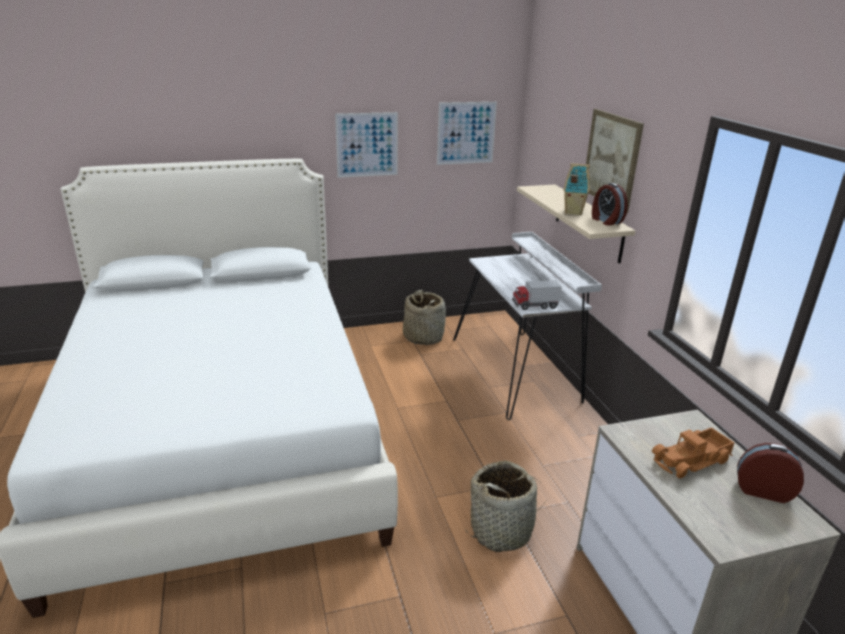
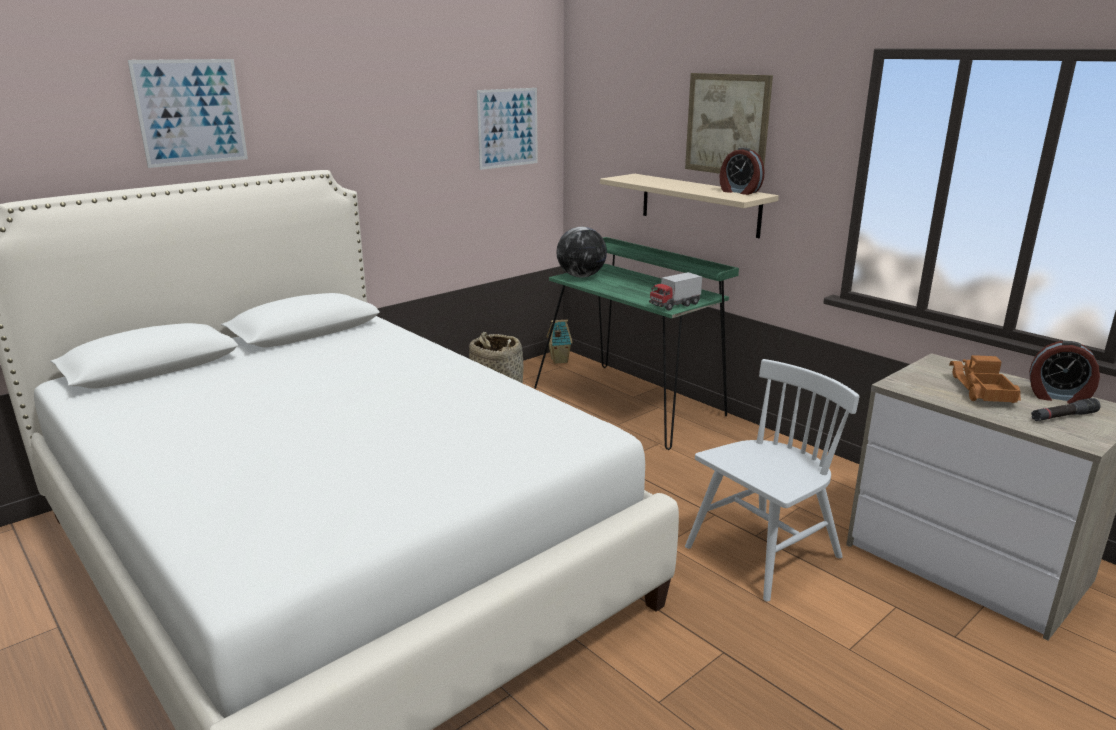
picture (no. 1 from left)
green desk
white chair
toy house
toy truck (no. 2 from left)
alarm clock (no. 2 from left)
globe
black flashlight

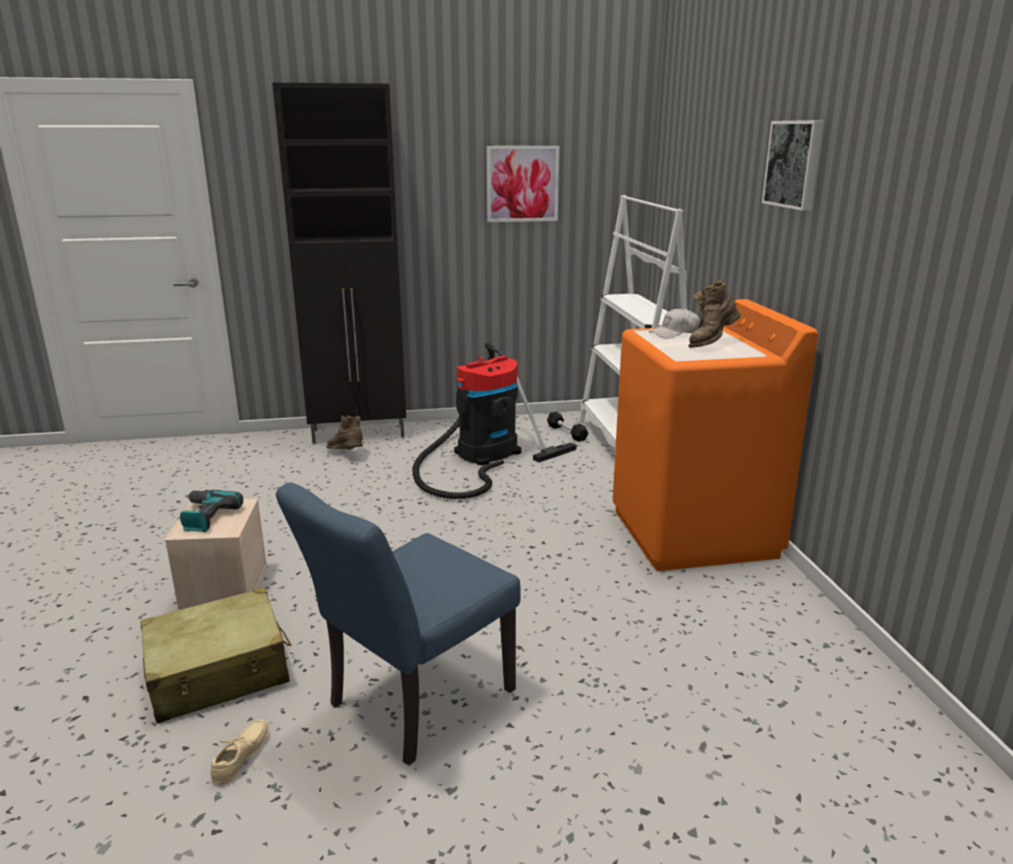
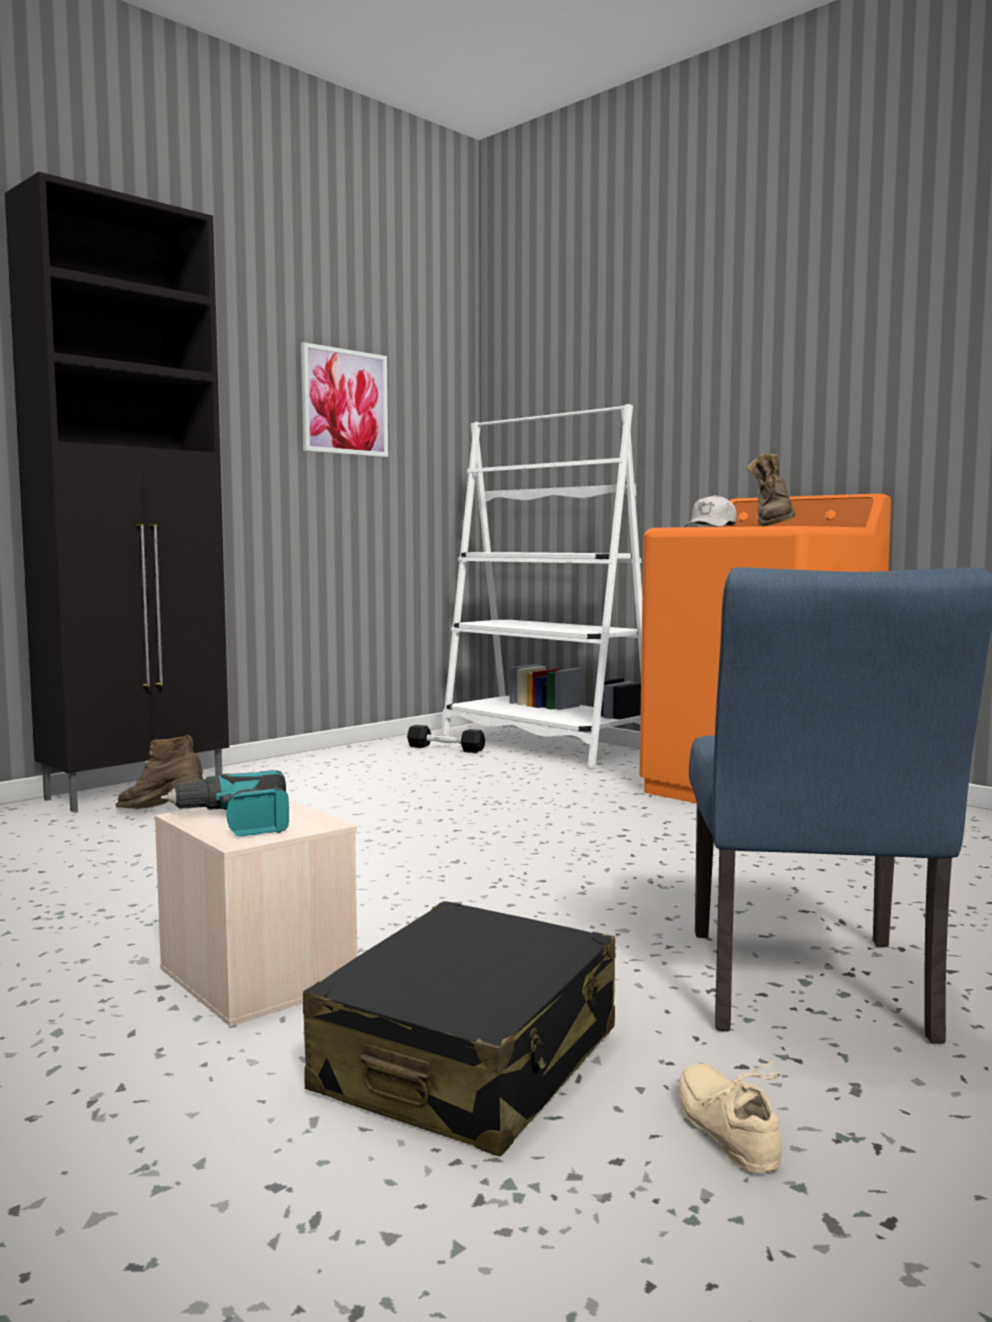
black suitcase
vacuum cleaner
picture (no. 2 from left in the first image)

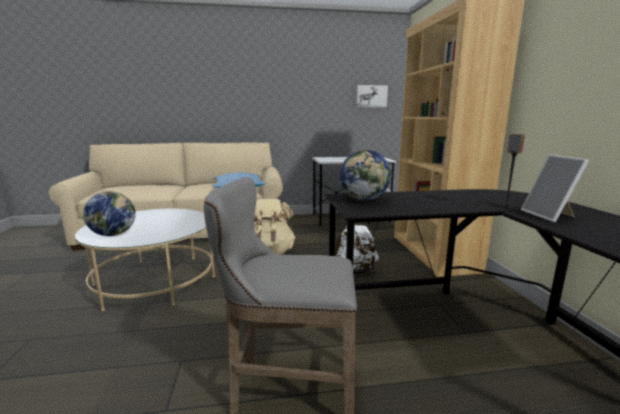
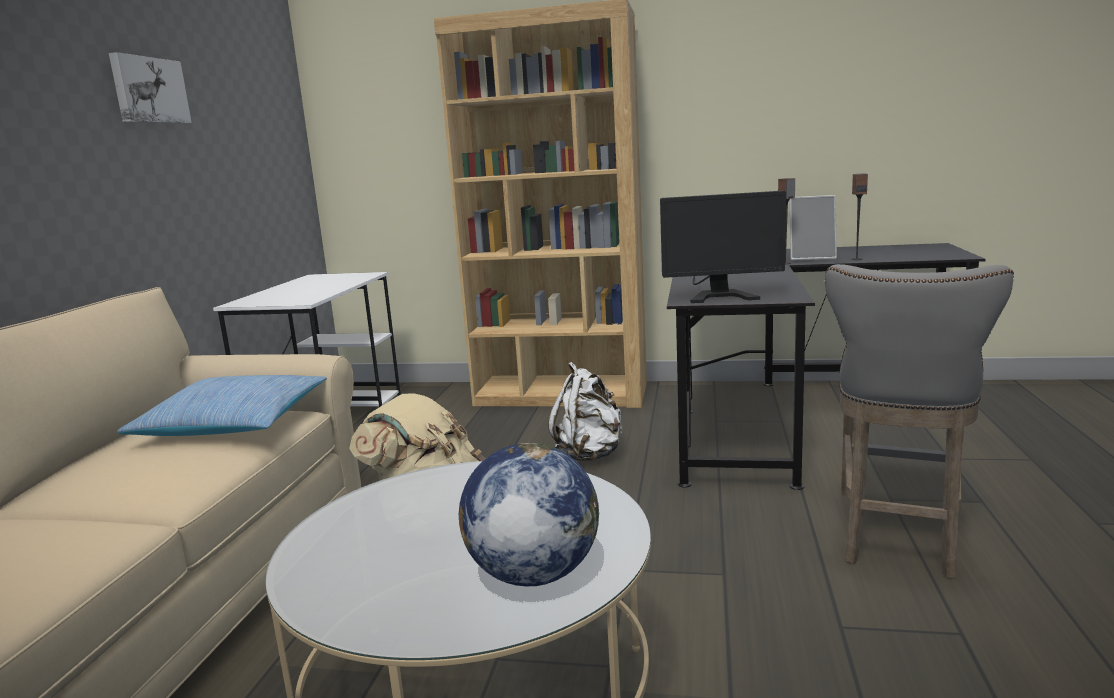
monitor
picture
speaker (no. 2 from left)

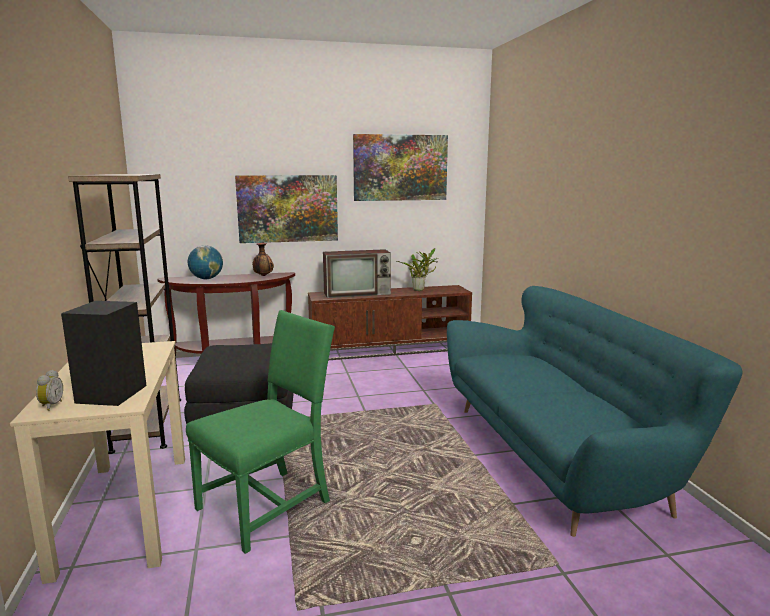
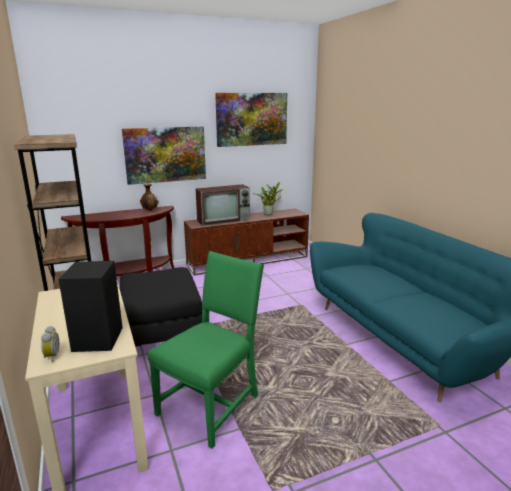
globe

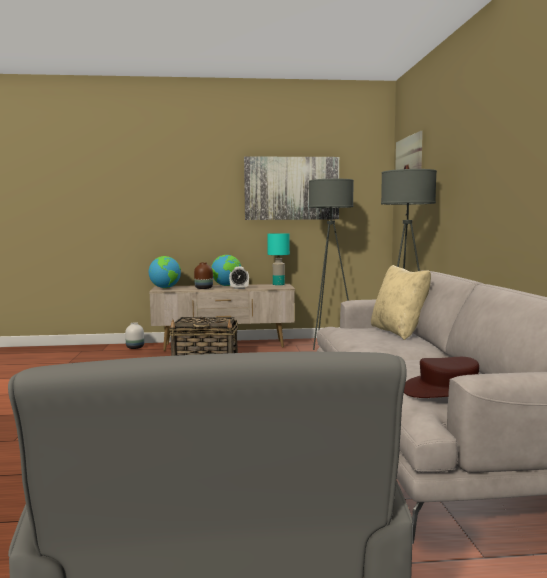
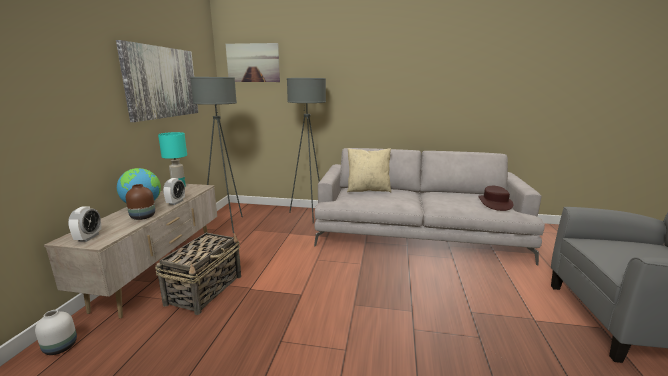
alarm clock (no. 1 from left)

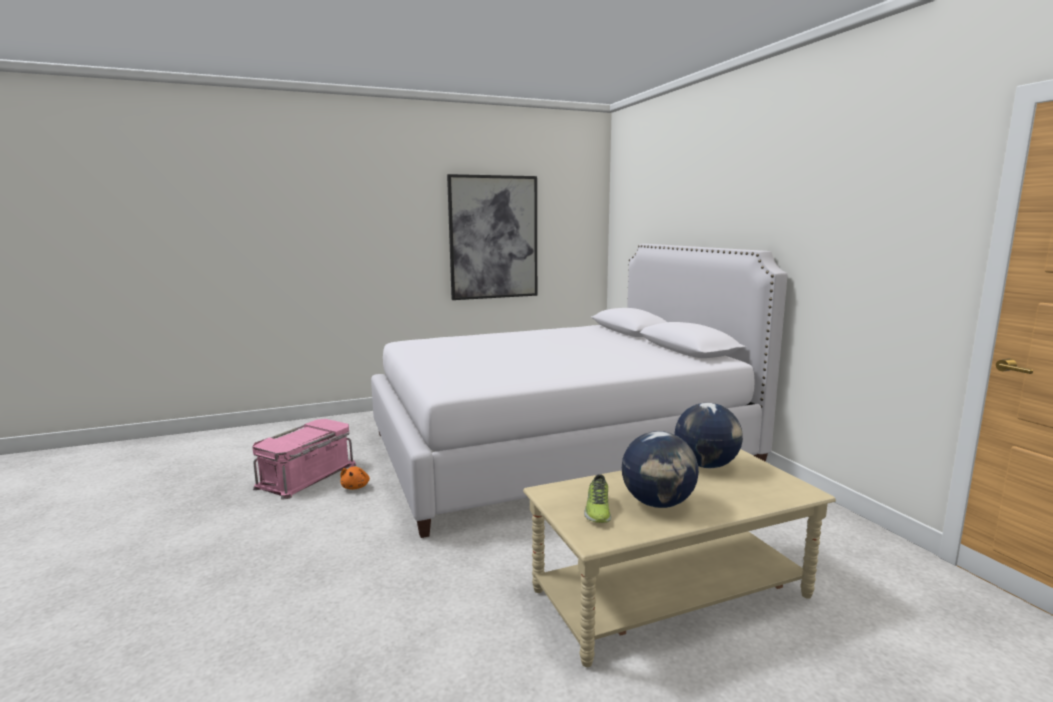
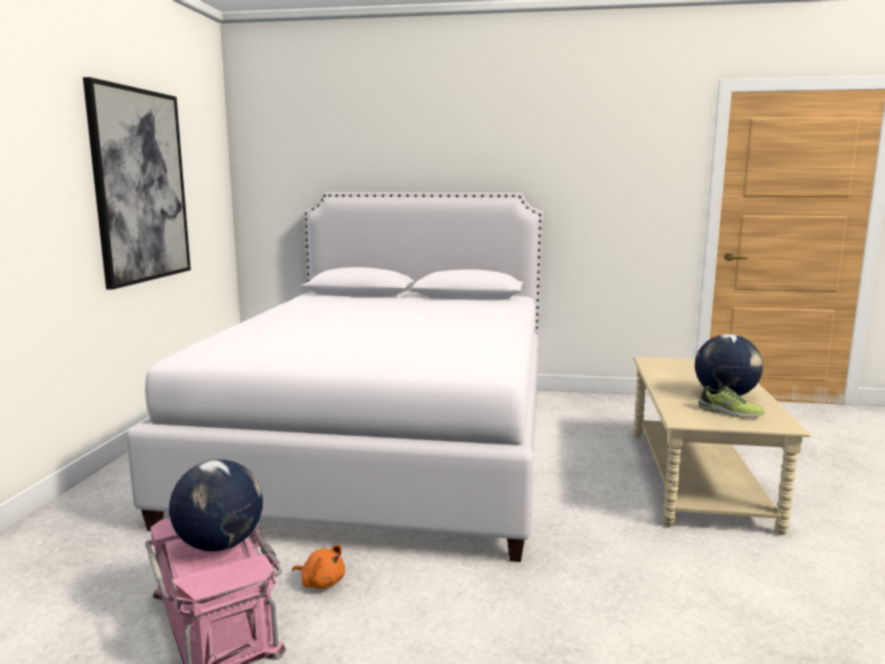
globe (no. 1 from left)

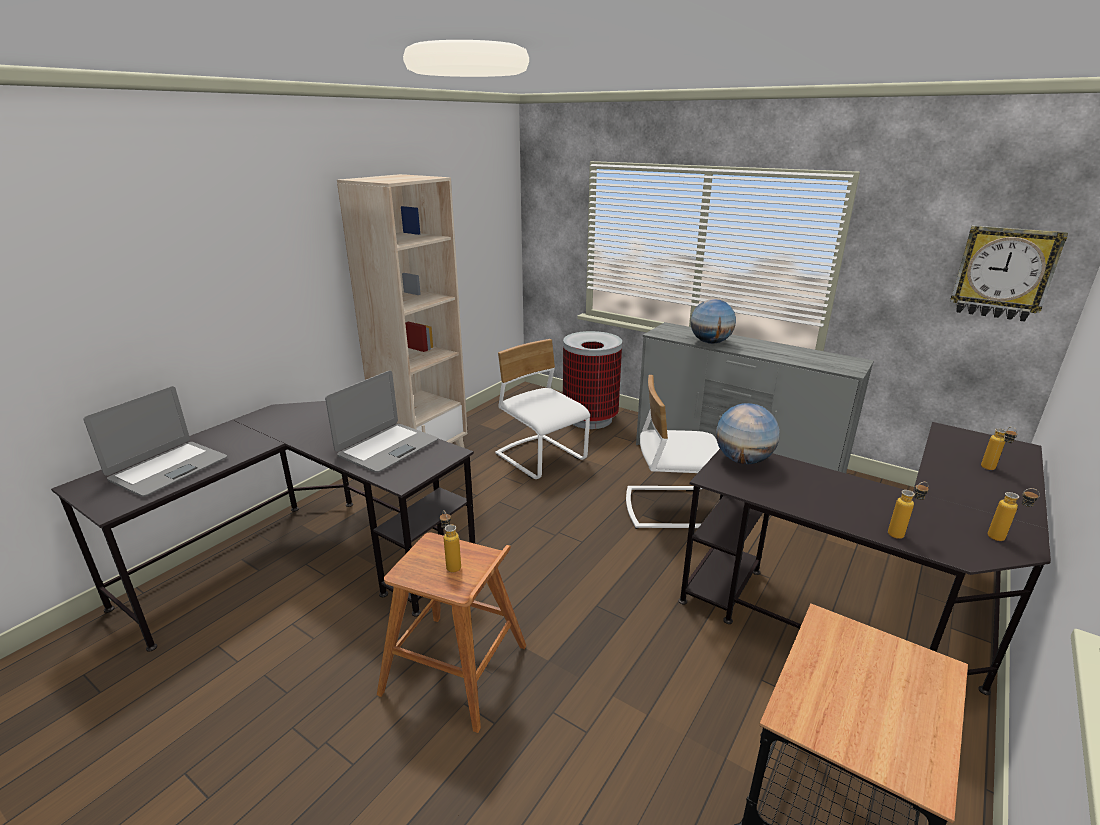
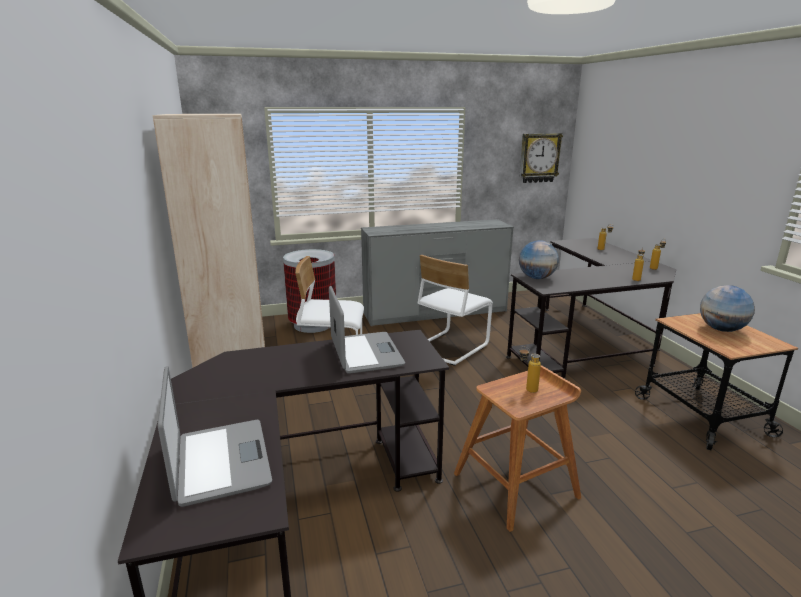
globe (no. 2 from left)

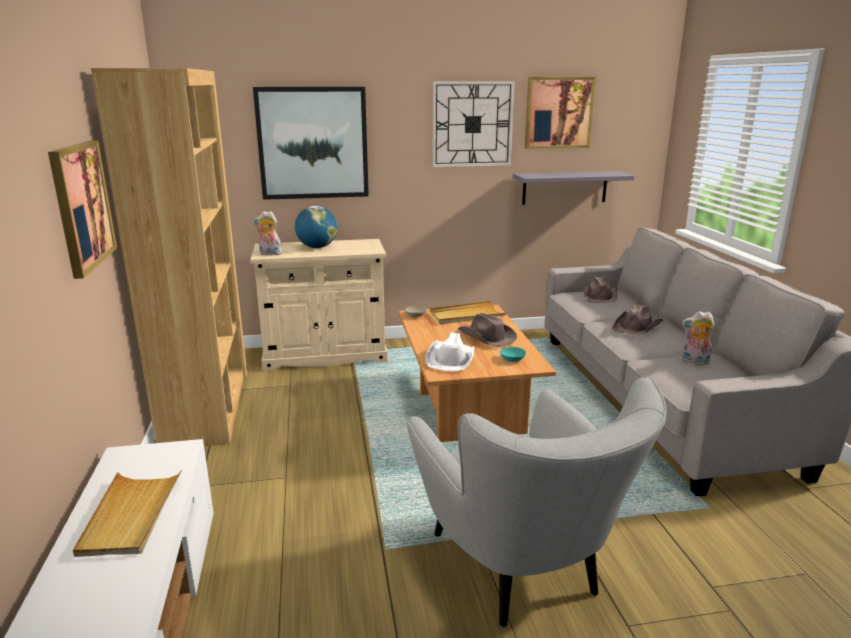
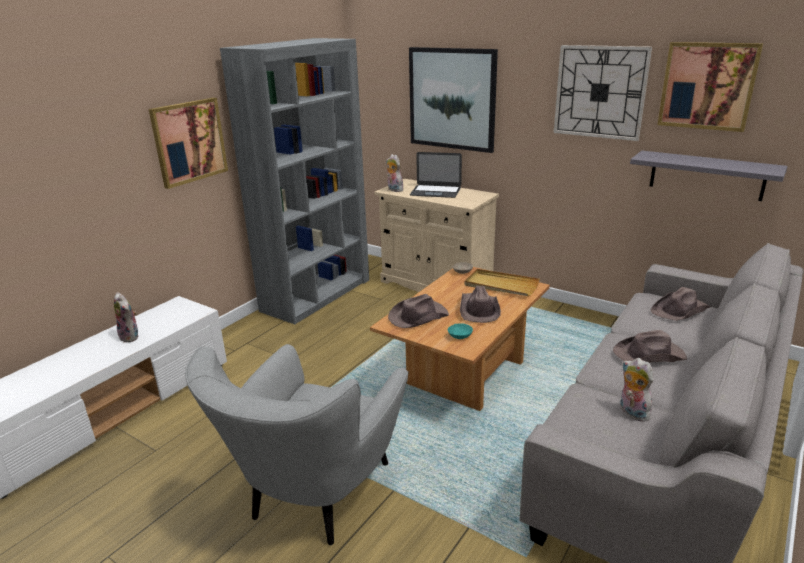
plush toy (no. 1 from left)
grey bookcase
laptop
brown hat (no. 1 from left)

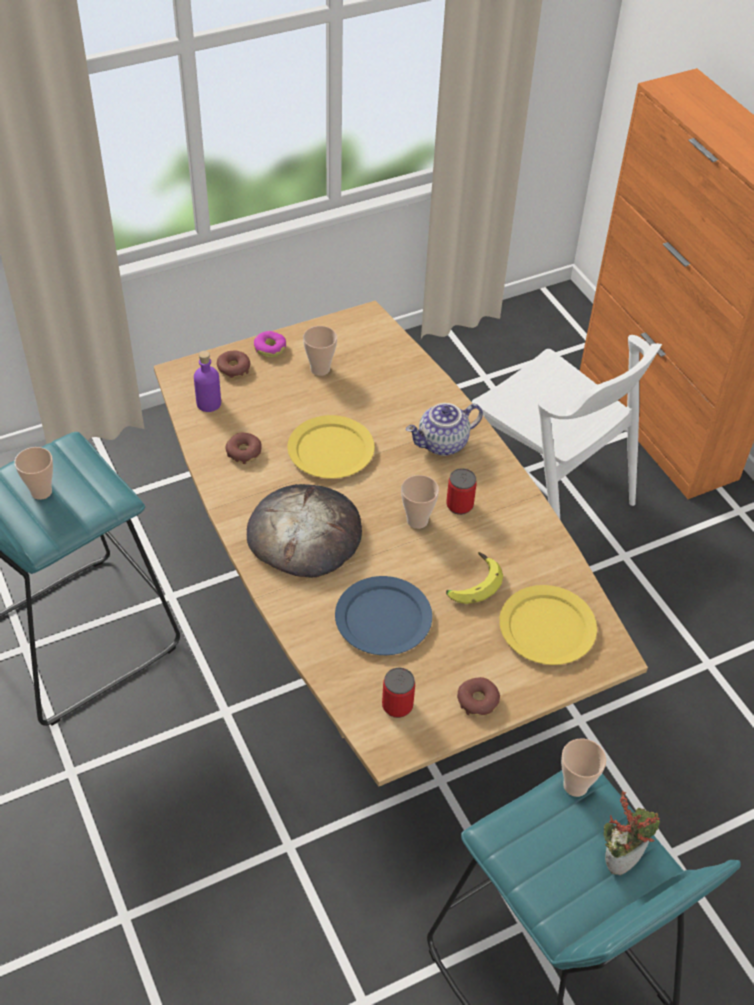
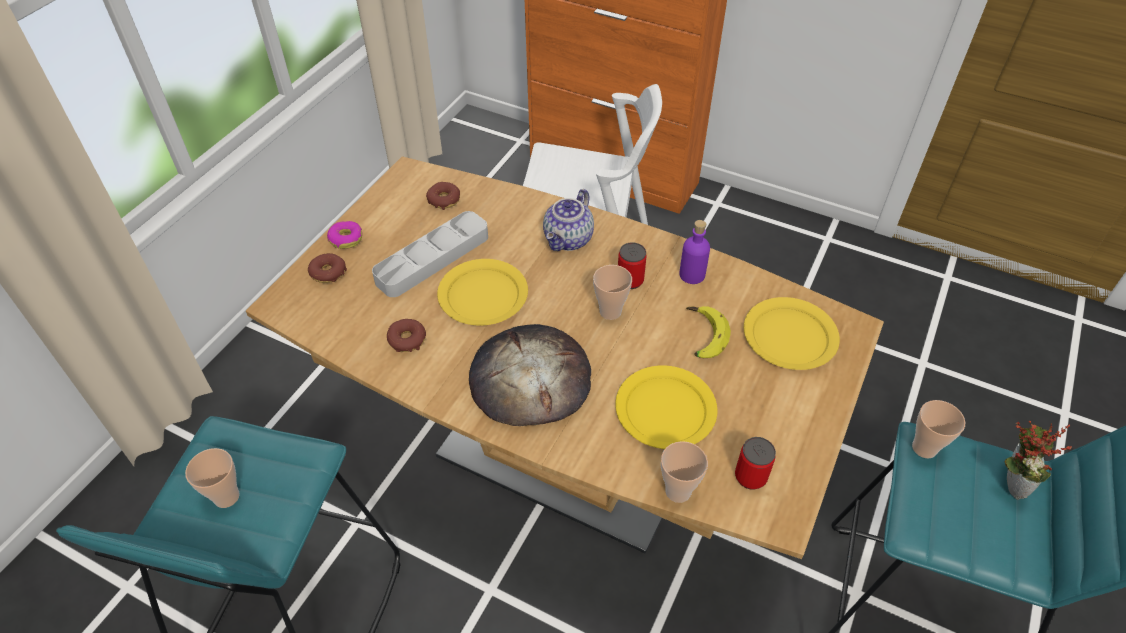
purple bottle
cup (no. 3 from left)
yellow plate (no. 2 from left)
donut (no. 4 from left)
grey tray

